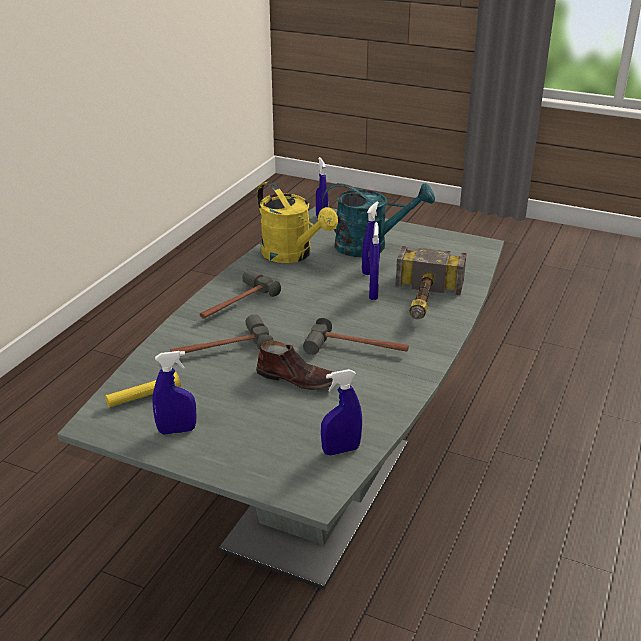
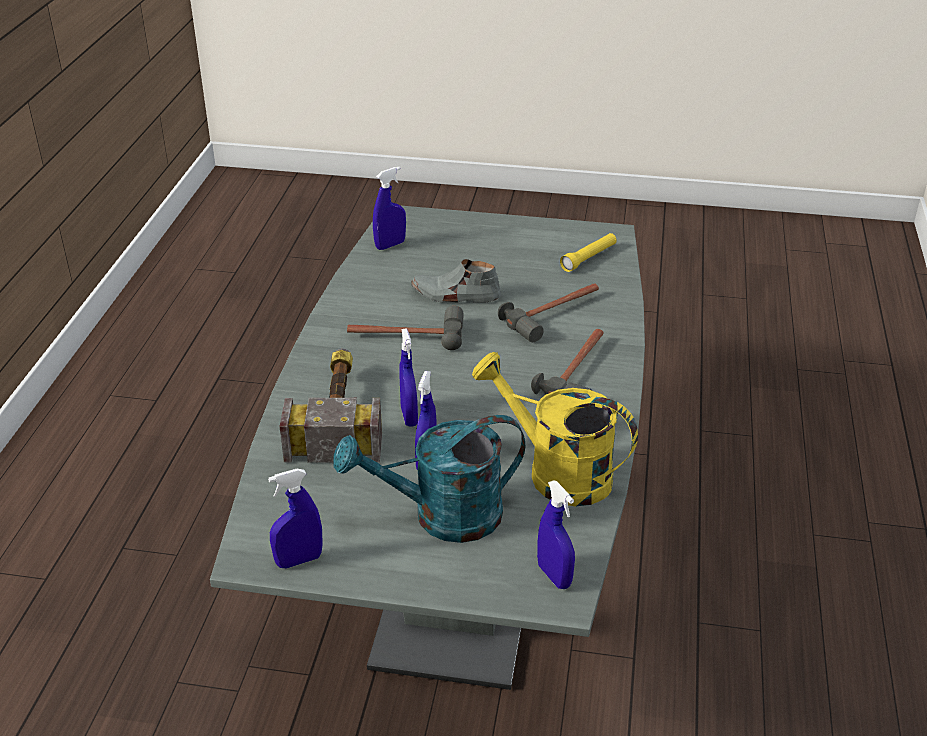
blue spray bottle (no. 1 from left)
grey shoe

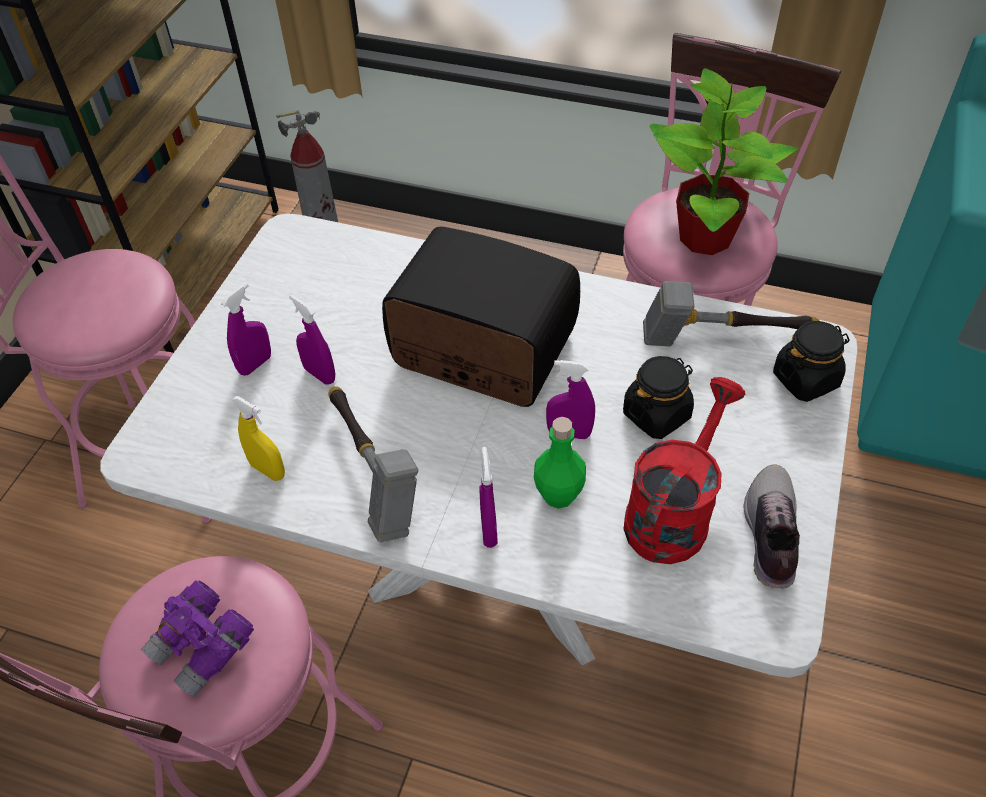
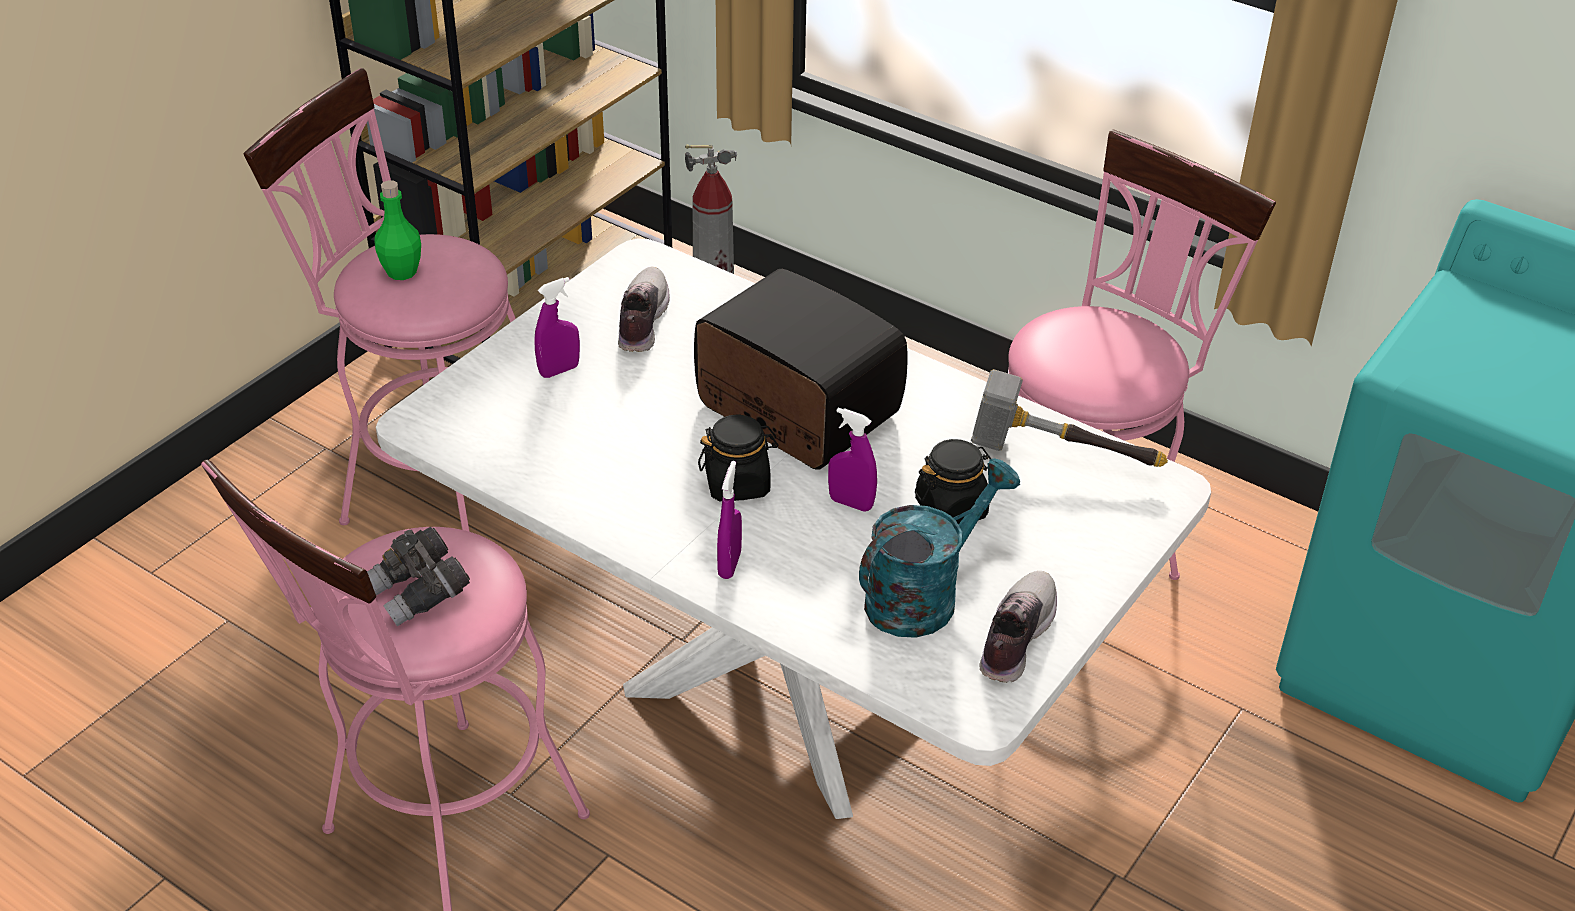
grey binoculars
yellow spray bottle
purple spray bottle (no. 2 from left in the first image)
hammer (no. 1 from left in the first image)
green bottle
turquoise watering can
potted plant
black jar (no. 1 from left)
shoe (no. 1 from left)

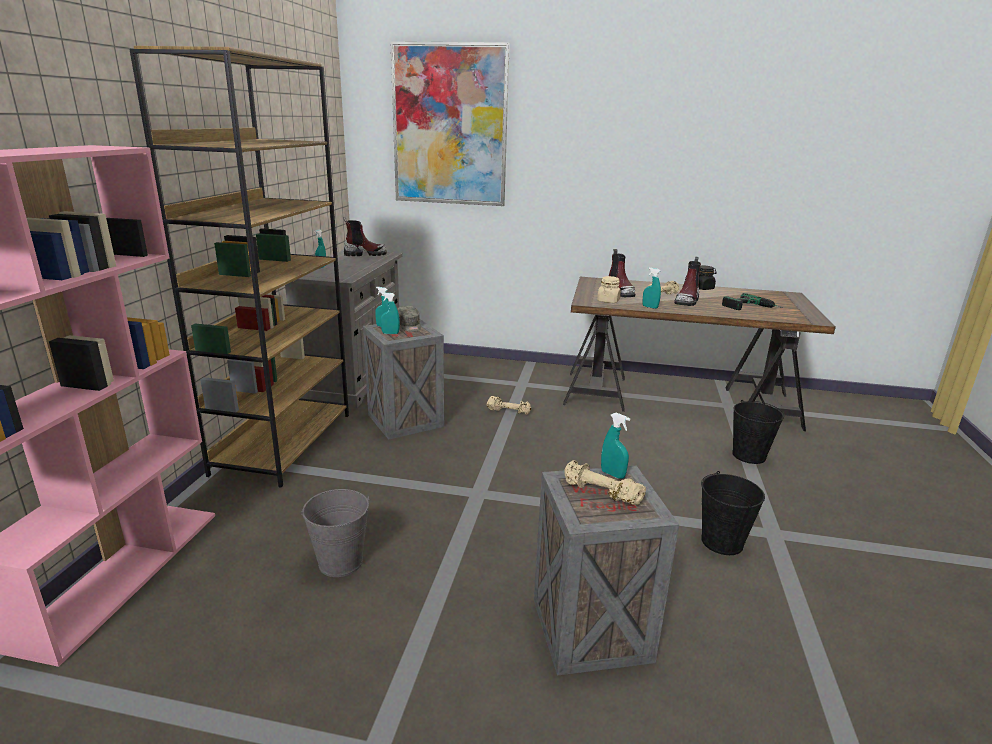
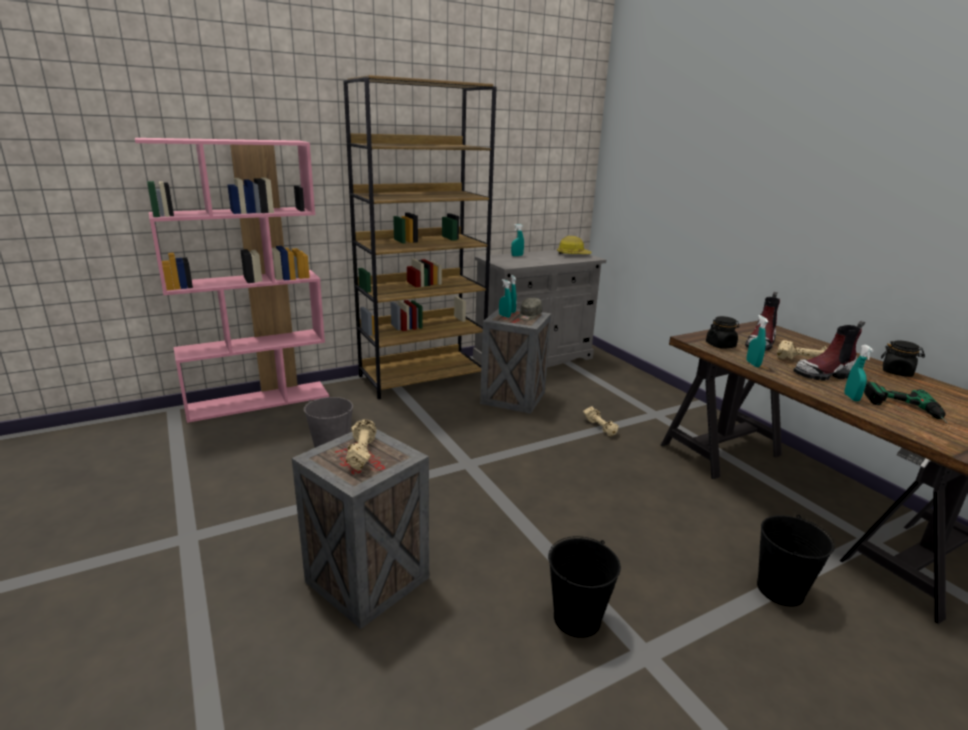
hard hat
picture
black jar (no. 1 from left)
turquoise spray bottle (no. 5 from left)

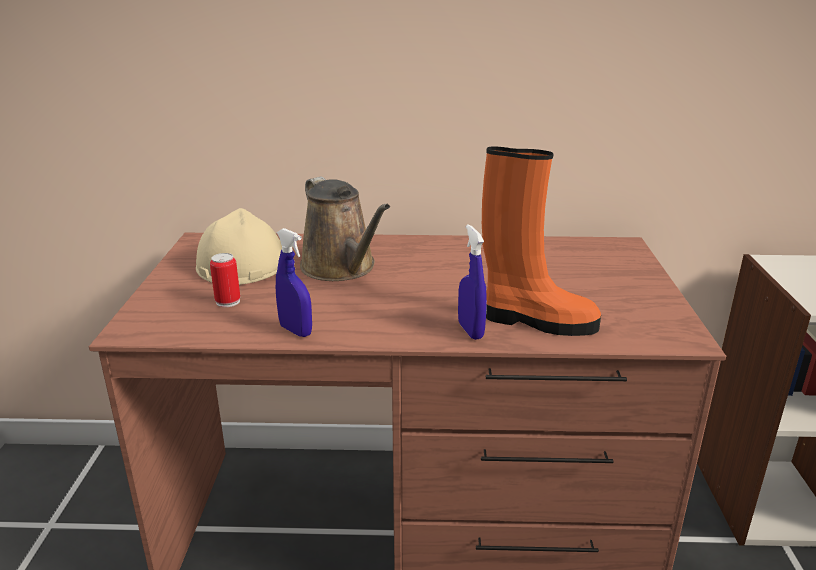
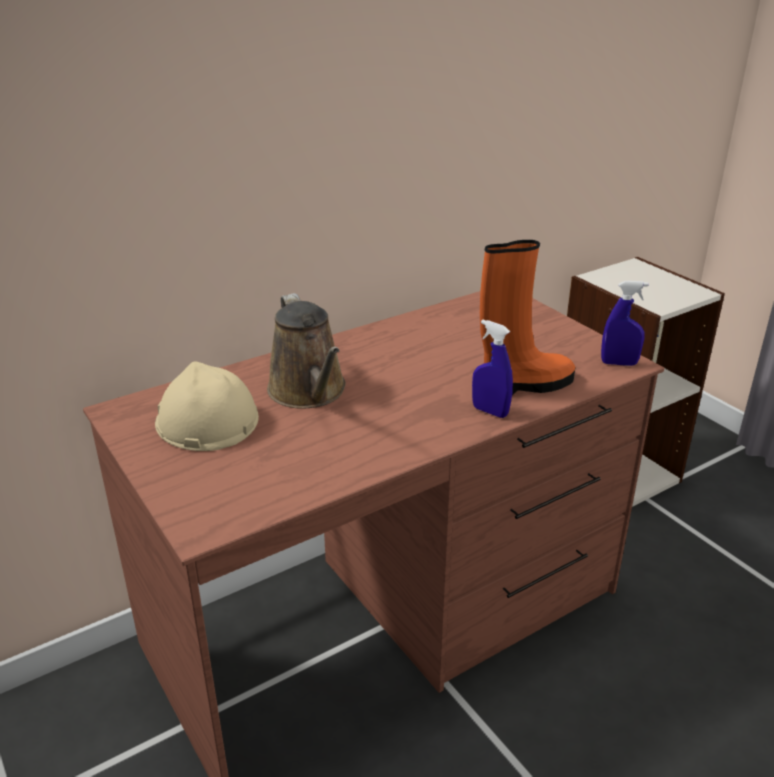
can
blue spray bottle (no. 2 from left)
brown watering can

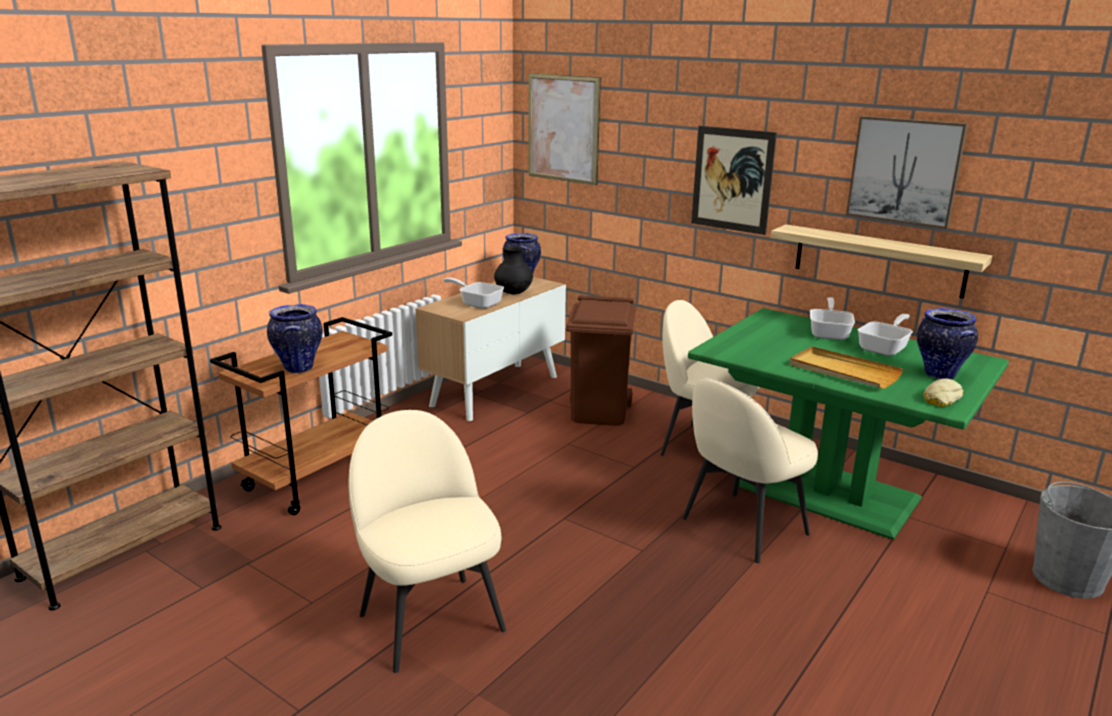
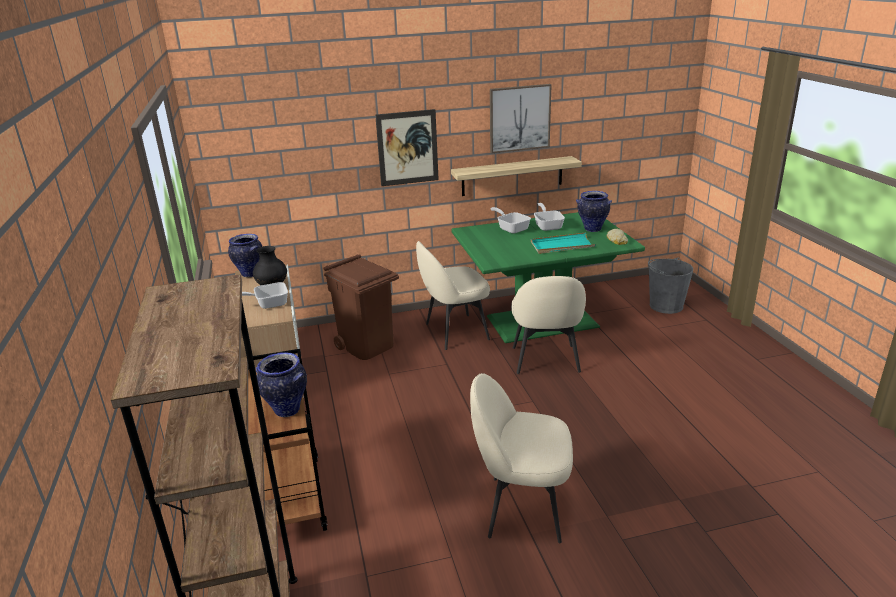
picture (no. 1 from left in the first image)
turquoise tray

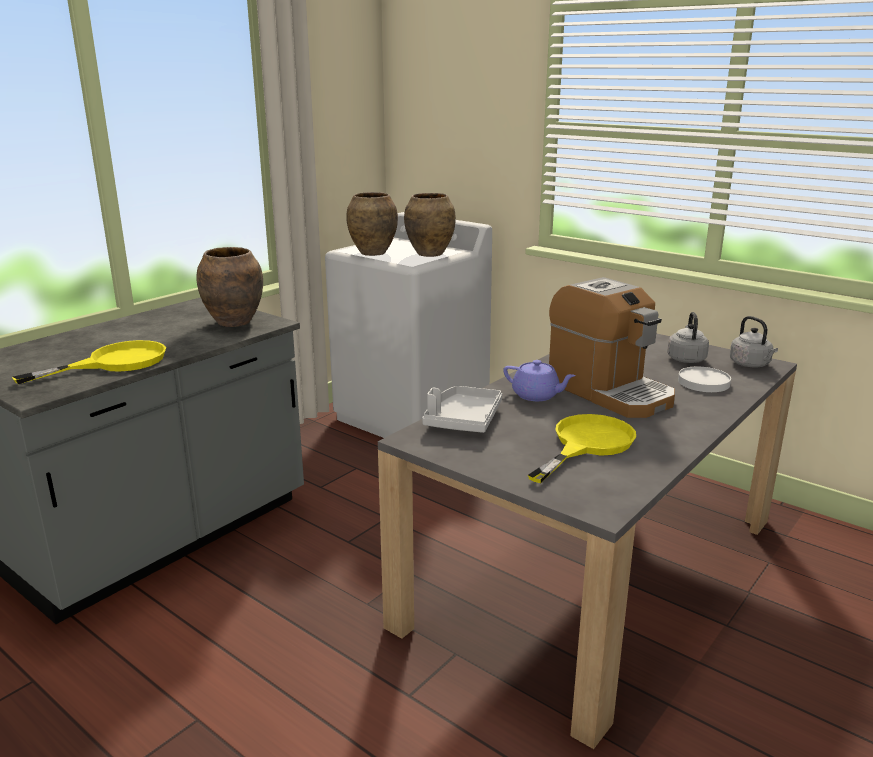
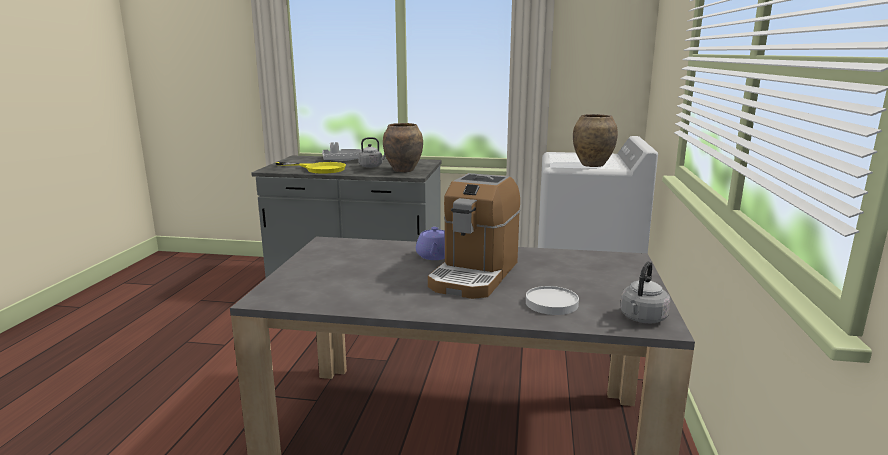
brown vase (no. 2 from left in the first image)
grey tray
yellow frying pan (no. 2 from left in the first image)
grey kettle (no. 1 from left)

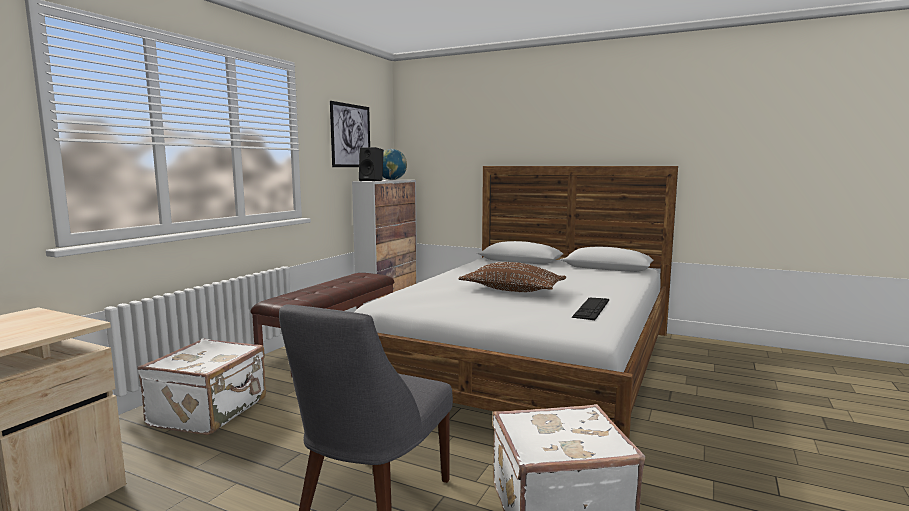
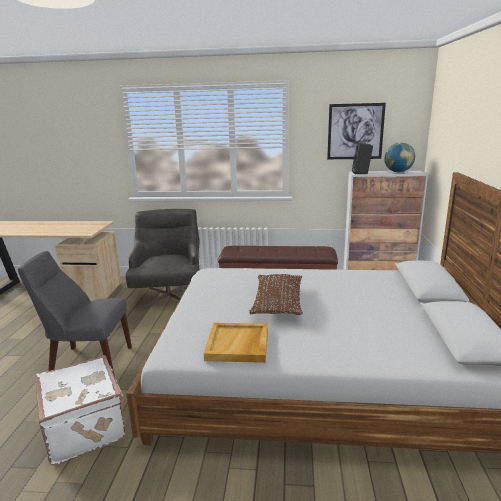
grey armchair
beige tray

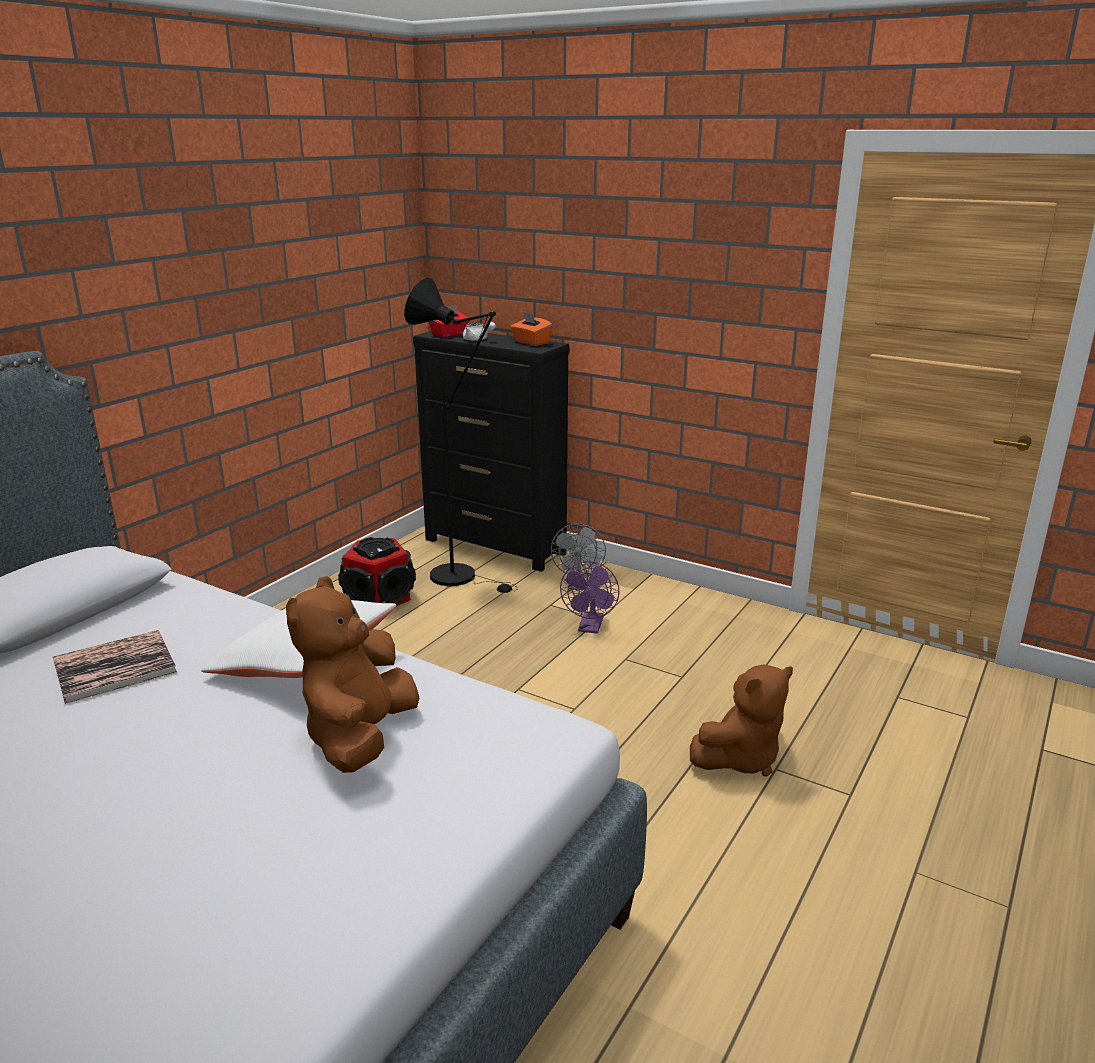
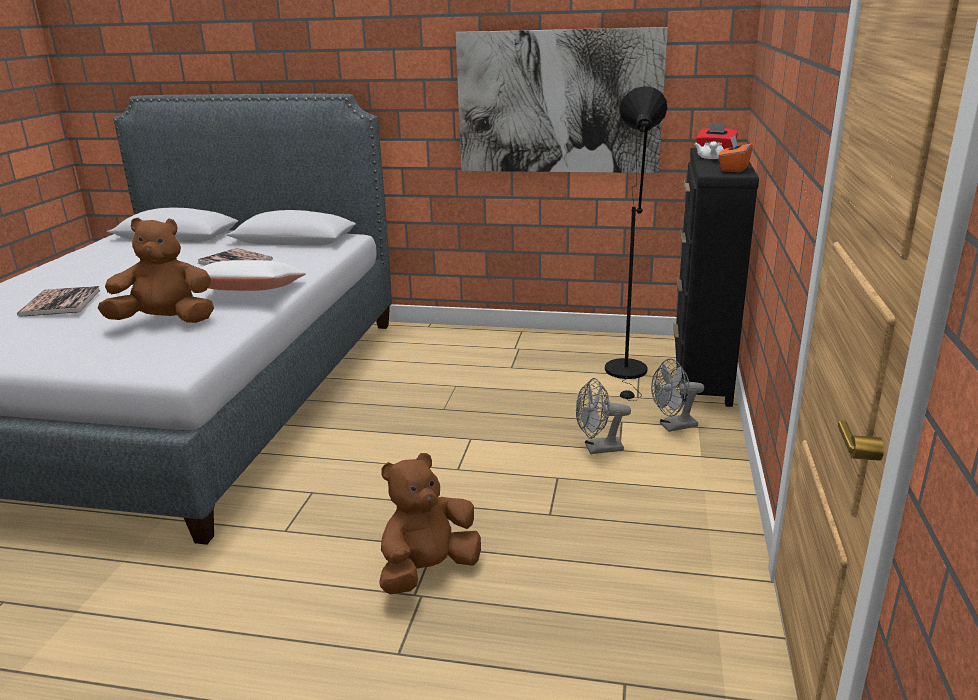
speaker
grey fan (no. 1 from left)
brown plush toy (no. 2 from left)
book (no. 1 from left)
picture

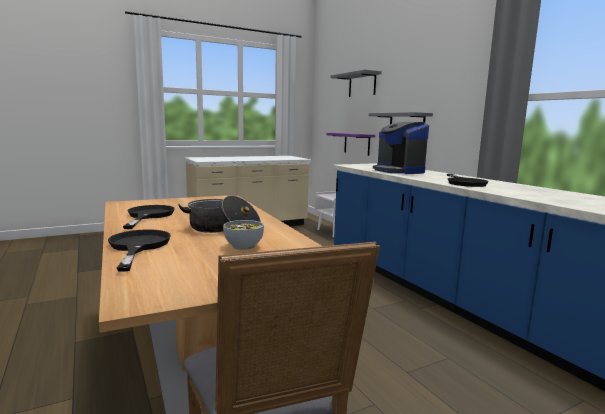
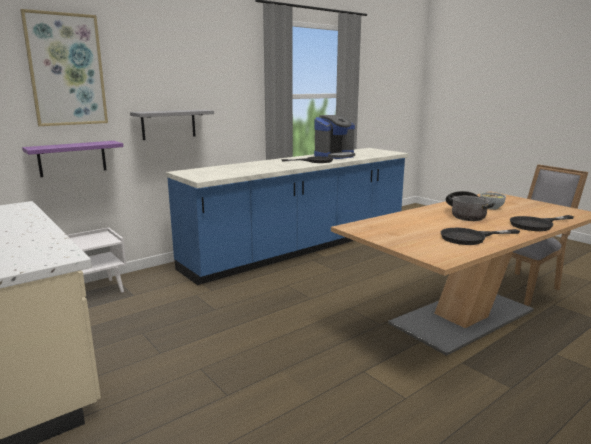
picture
coffee machine

